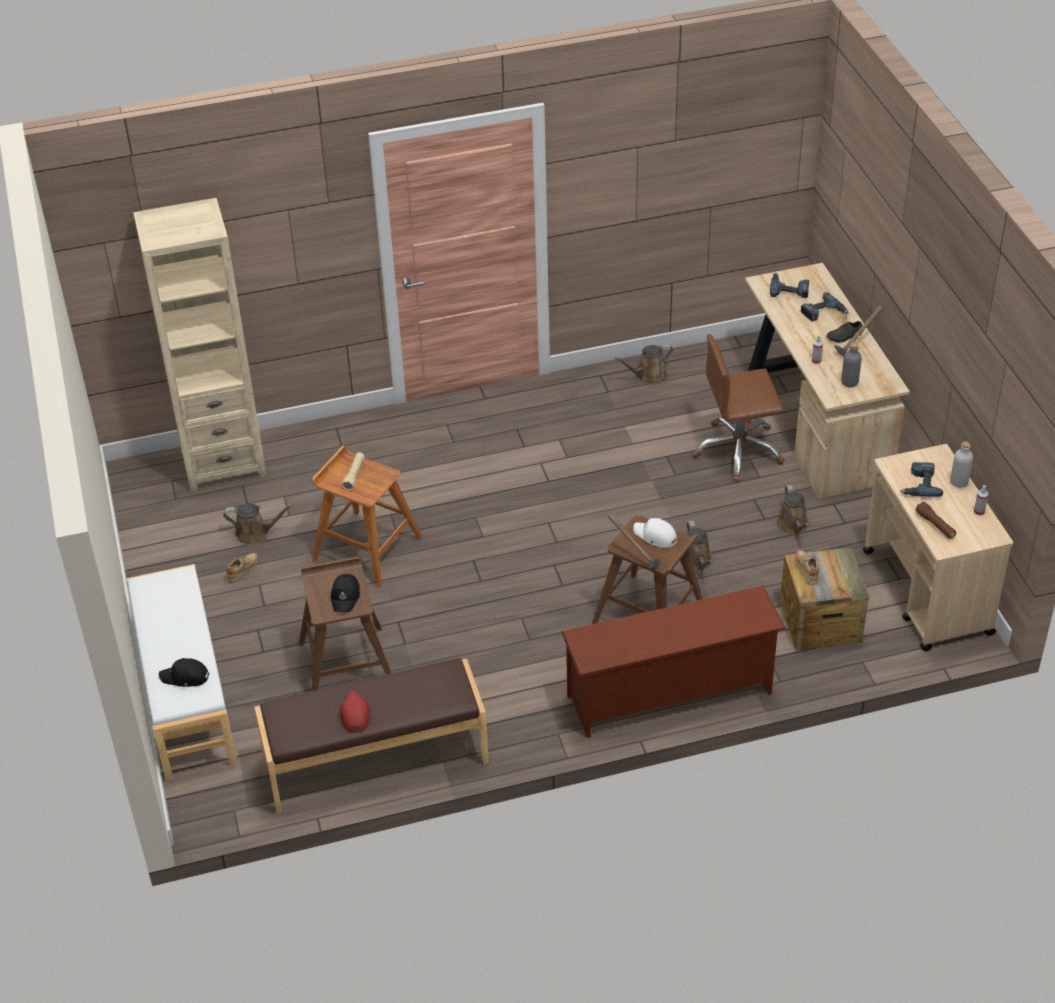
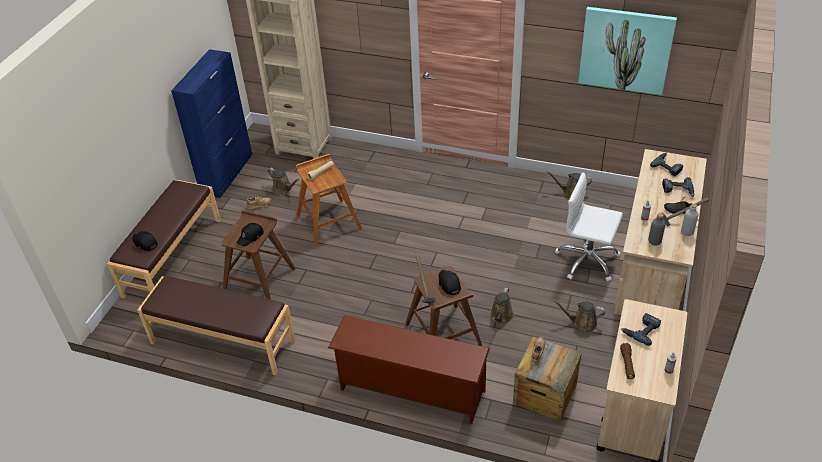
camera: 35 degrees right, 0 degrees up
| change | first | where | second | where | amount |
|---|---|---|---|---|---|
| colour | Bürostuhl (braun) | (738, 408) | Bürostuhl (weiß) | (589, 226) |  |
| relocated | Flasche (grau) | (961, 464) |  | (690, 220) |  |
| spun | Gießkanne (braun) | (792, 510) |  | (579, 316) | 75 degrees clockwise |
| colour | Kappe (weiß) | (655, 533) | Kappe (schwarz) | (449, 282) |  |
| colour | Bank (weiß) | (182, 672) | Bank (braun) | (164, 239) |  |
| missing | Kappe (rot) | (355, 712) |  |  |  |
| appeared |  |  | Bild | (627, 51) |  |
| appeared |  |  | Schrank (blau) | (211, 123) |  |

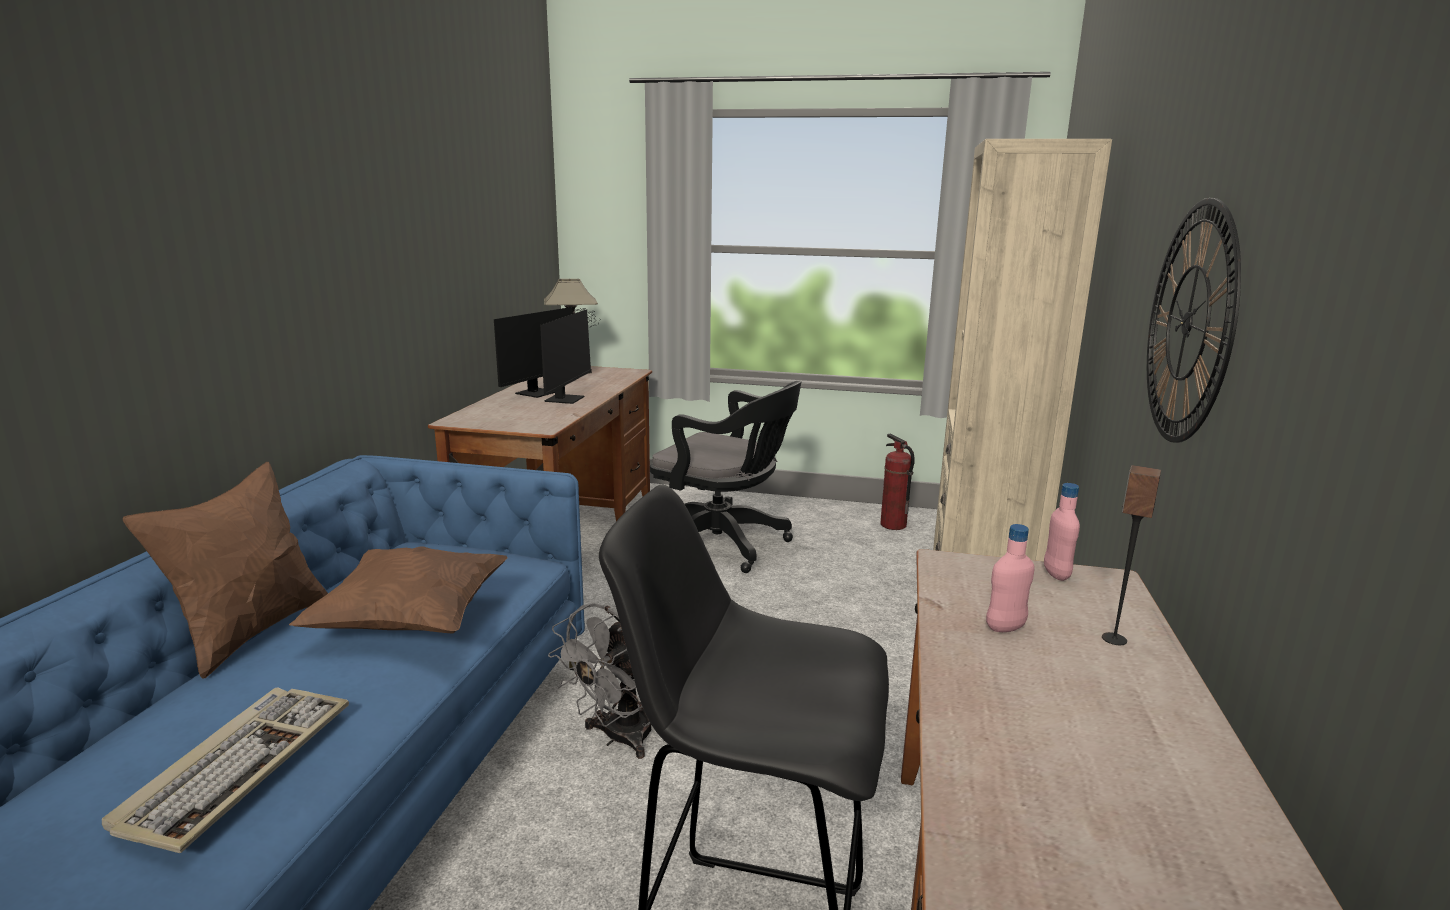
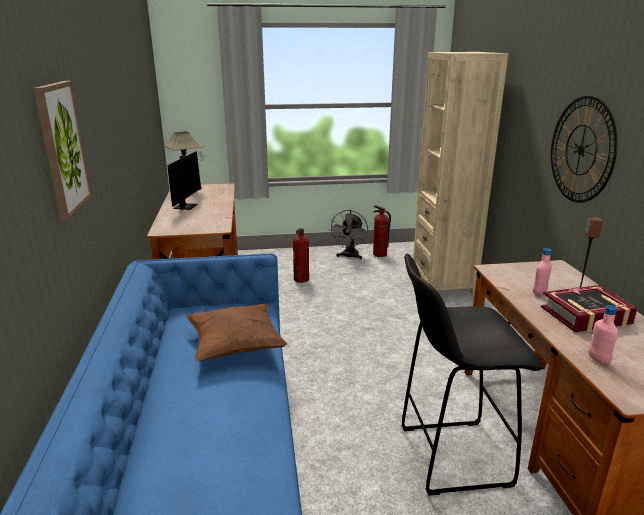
camera: 20 degrees left, 5 degrees up
| change | first | where | second | where | amount |
|---|---|---|---|---|---|
| missing | Monitor | (570, 356) |  |  |  |
| exchanged | Bürostuhl (schwarz) | (726, 477) | Feuerlöscher | (301, 255) |  |
| missing | Kissen (braun) | (225, 570) |  |  |  |
| relocated | Flasche (rosa) | (1062, 532) |  | (603, 335) |  |
| relocated | Ventilator (grau) | (599, 681) |  | (348, 234) |  |
| missing | Tastatur | (225, 770) |  |  |  |
| appeared |  |  | Bild | (62, 150) |  |
| appeared |  |  | Buch | (589, 308) |  |

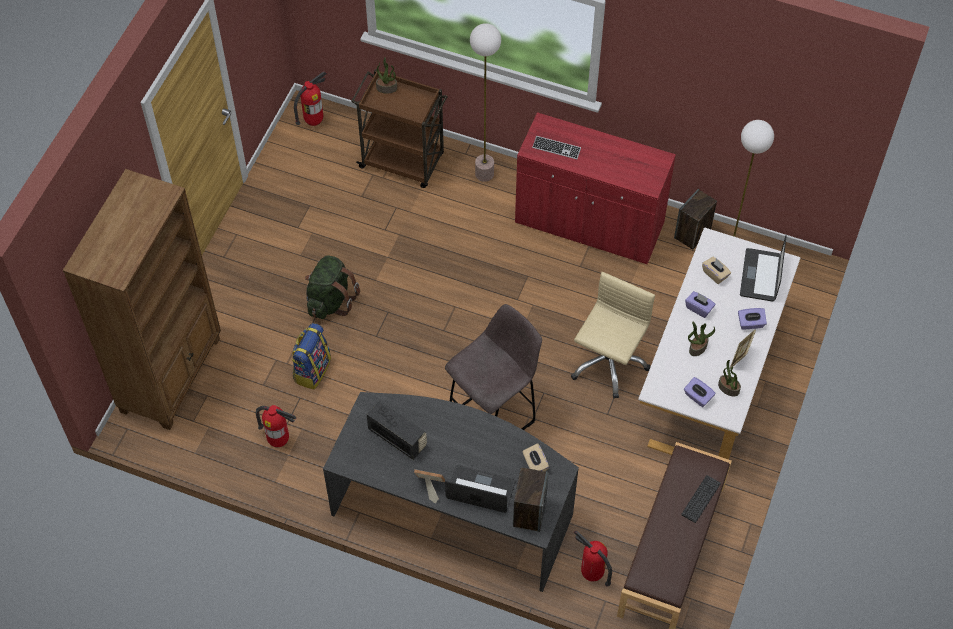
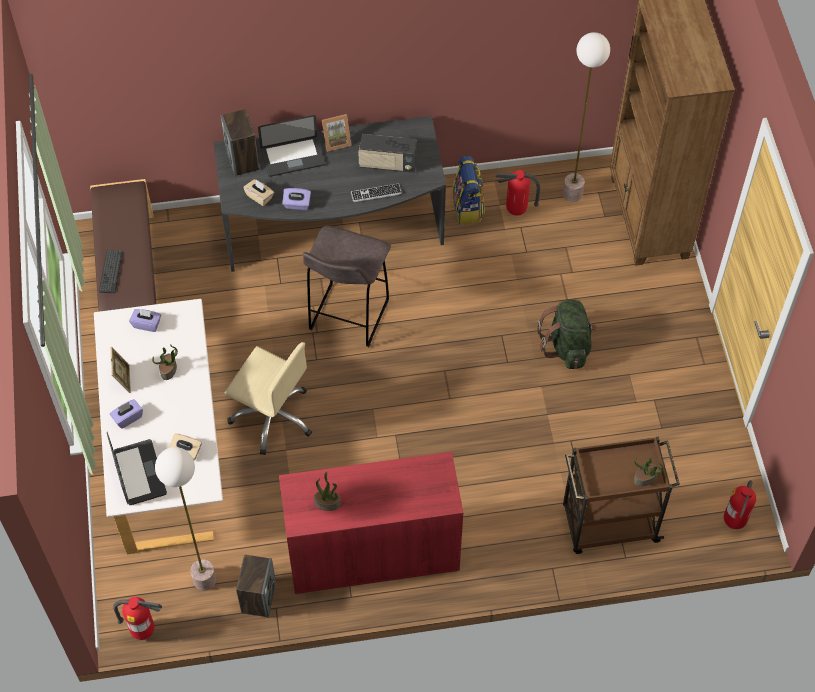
camera: 150 degrees right, 0 degrees up
| change | first | where | second | where | amount |
|---|---|---|---|---|---|
| relocated | Stehlampe | (485, 102) |  | (586, 117) |  |
| relocated | Tastatur | (556, 147) |  | (376, 192) |  |
| spun | Bürostuhl (beige) | (613, 335) |  | (268, 398) | 60 degrees counterclockwise |
| relocated | Taschentuchbox (lila) | (700, 304) |  | (296, 199) |  |
| relocated | Rucksack | (311, 356) |  | (468, 190) |  |
| relocated | Topfpflanze | (729, 378) |  | (327, 491) |  |
| relocated | Feuerlöscher | (593, 558) |  | (137, 618) |  |

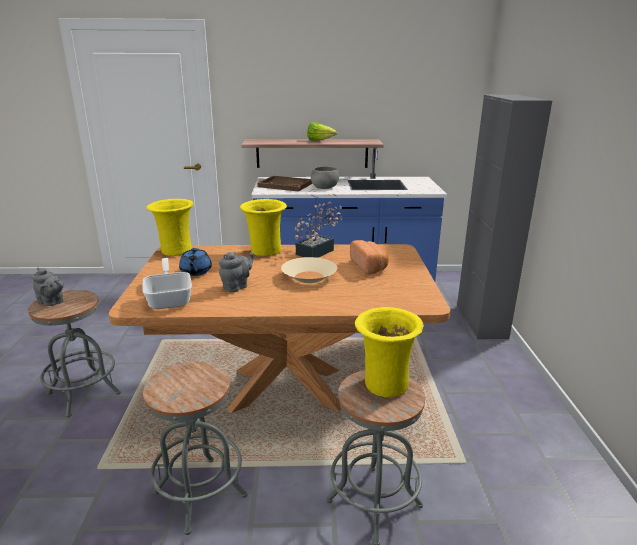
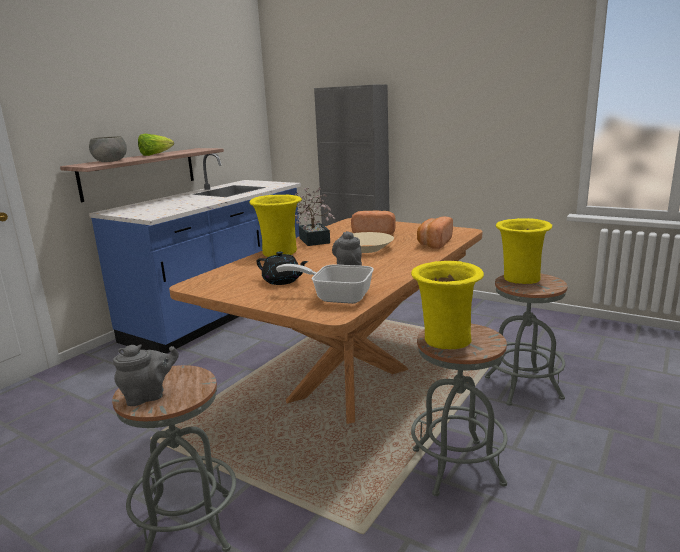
camera: 55 degrees left, 5 degrees down
| change | first | where | second | where | amount |
|---|---|---|---|---|---|
| relocated | Schüssel (grau) | (325, 177) |  | (108, 149) |  |
| missing | Tablett (braun) | (284, 184) |  |  |  |
| relocated | Vase (gelb) | (170, 227) |  | (447, 305) |  |
| colour | Teekanne (blau) | (195, 262) | Teekanne (schwarz) | (282, 268) |  |
| appeared |  |  | Brot | (435, 233) |  |

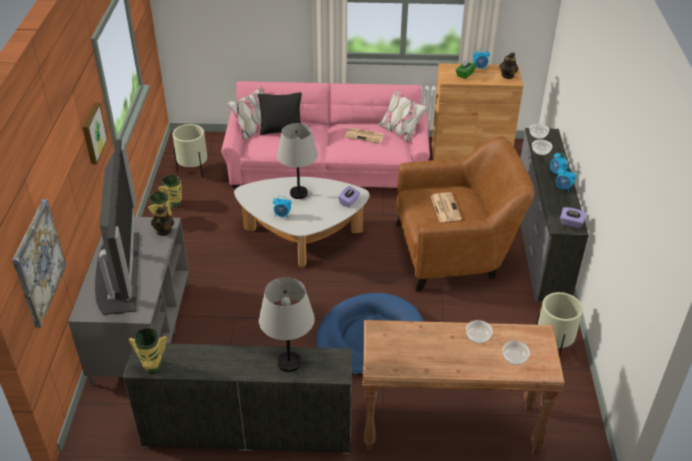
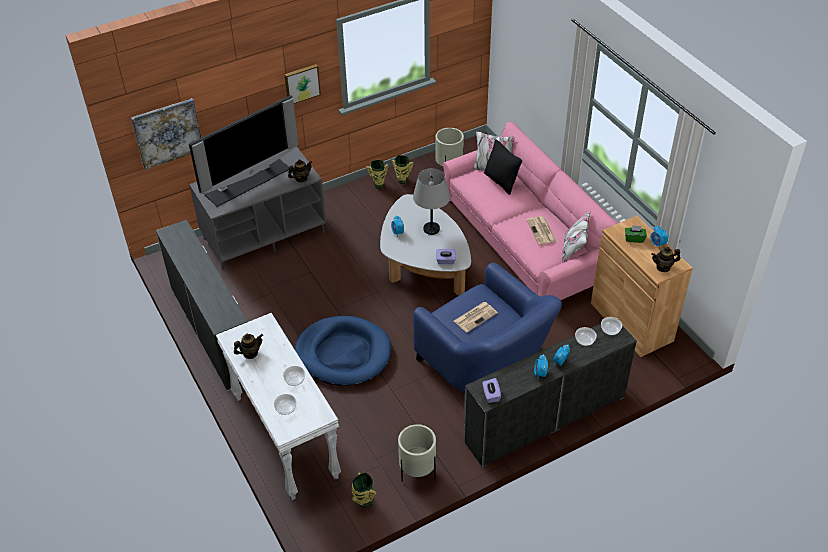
camera: 60 degrees right, 5 degrees up
| change | first | where | second | where | amount |
|---|---|---|---|---|---|
| colour | Sessel (braun) | (465, 213) | Sessel (blau) | (487, 327) |  |
| missing | Tischlampe (grau) | (287, 324) |  |  |  |
| colour | Konsolentisch (braun) | (464, 387) | Konsolentisch (weiß) | (278, 406) |  |
| relocated | Vase | (148, 351) |  | (364, 490) |  |
| appeared |  |  | Teekanne | (248, 346) |  |

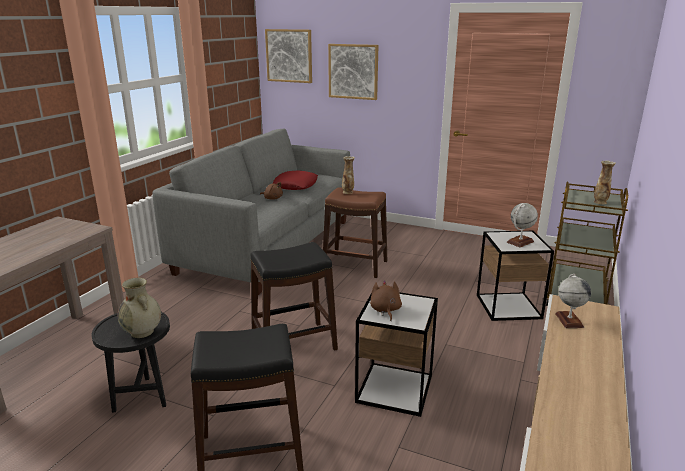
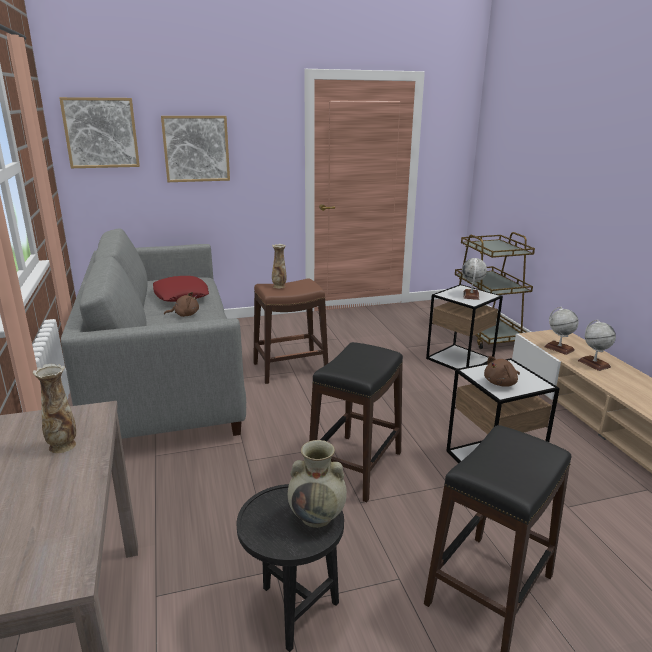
camera: 40 degrees left, 0 degrees up
| change | first | where | second | where | amount |
|---|---|---|---|---|---|
| relocated | Vase | (605, 182) |  | (54, 408) |  |
| spun | Plüschtier (braun) | (386, 300) |  | (502, 371) | 75 degrees counterclockwise |
| appeared |  |  | Globus | (597, 345) |  |

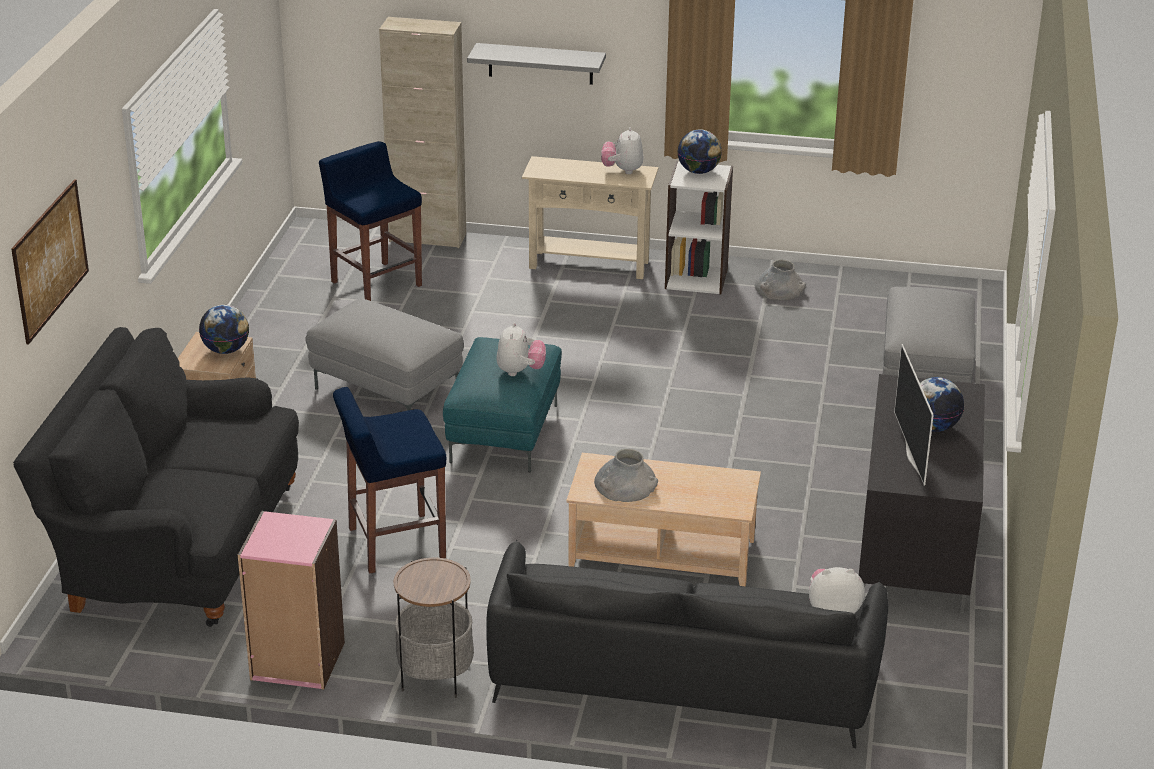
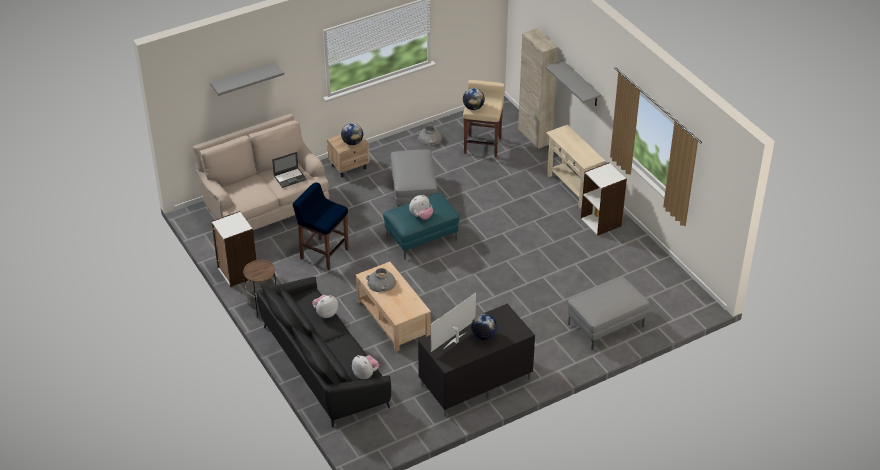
camera: 50 degrees right, 10 degrees up
| change | first | where | second | where | amount |
|---|---|---|---|---|---|
| relocated | Plüschtier | (622, 150) |  | (325, 306) |  |
| relocated | Globus | (700, 151) |  | (474, 99) |  |
| colour | Hocker (blau) | (370, 221) | Hocker (beige) | (484, 118) |  |
| exchanged | Bild | (50, 262) | Wandregal (grau) | (247, 79) |  |
| relocated | Vase (grau) | (780, 280) |  | (429, 135) |  |
| colour | Sofa (schwarz) | (156, 477) | Sofa (beige) | (261, 172) |  |
| colour | Bücherregal (rosa) | (291, 600) | Bücherregal (weiß) | (233, 249) |  |
| appeared |  |  | Laptop | (289, 170) |  |

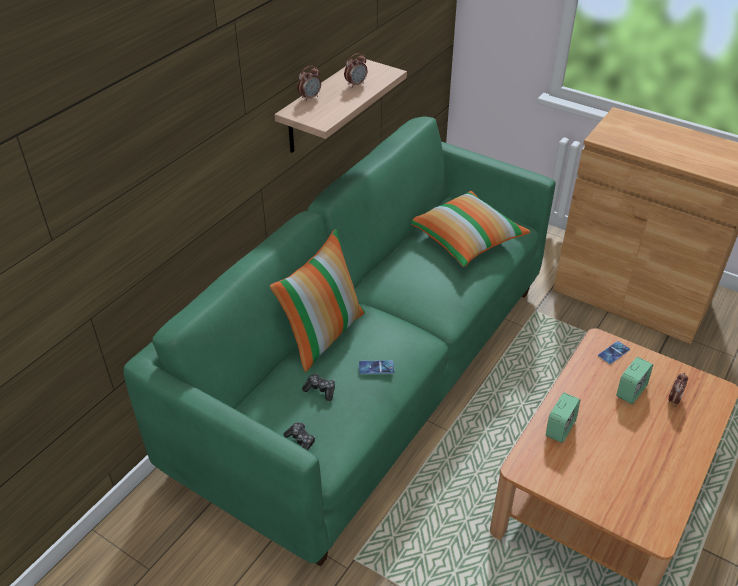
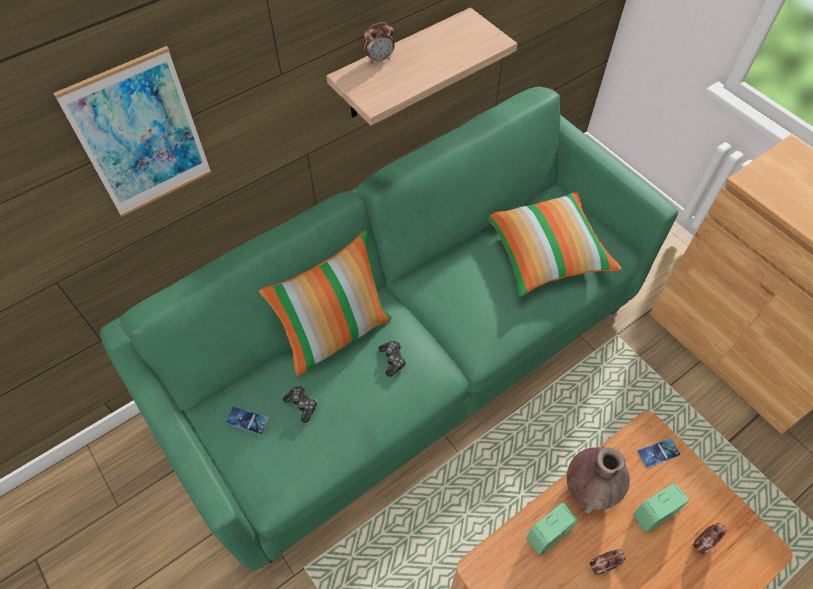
camera: 20 degrees right, 15 degrees up
| change | first | where | second | where | amount |
|---|---|---|---|---|---|
| relocated | Wecker | (355, 70) |  | (607, 562) |  |
| relocated | Handy | (376, 367) |  | (247, 420) |  |
| relocated | Gamepad | (299, 436) |  | (392, 359) |  |
| appeared |  |  | Bild | (132, 131) |  |
| appeared |  |  | Vase (braun) | (598, 480) |  |

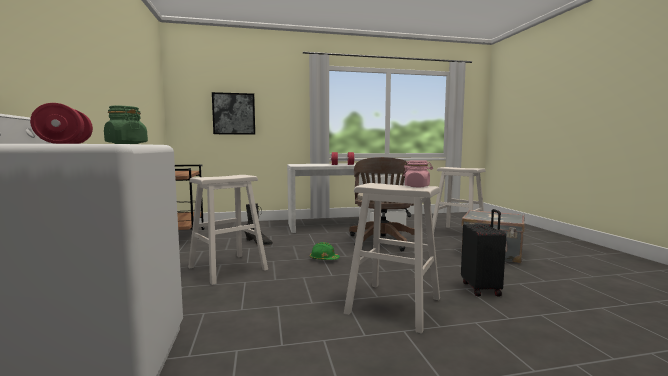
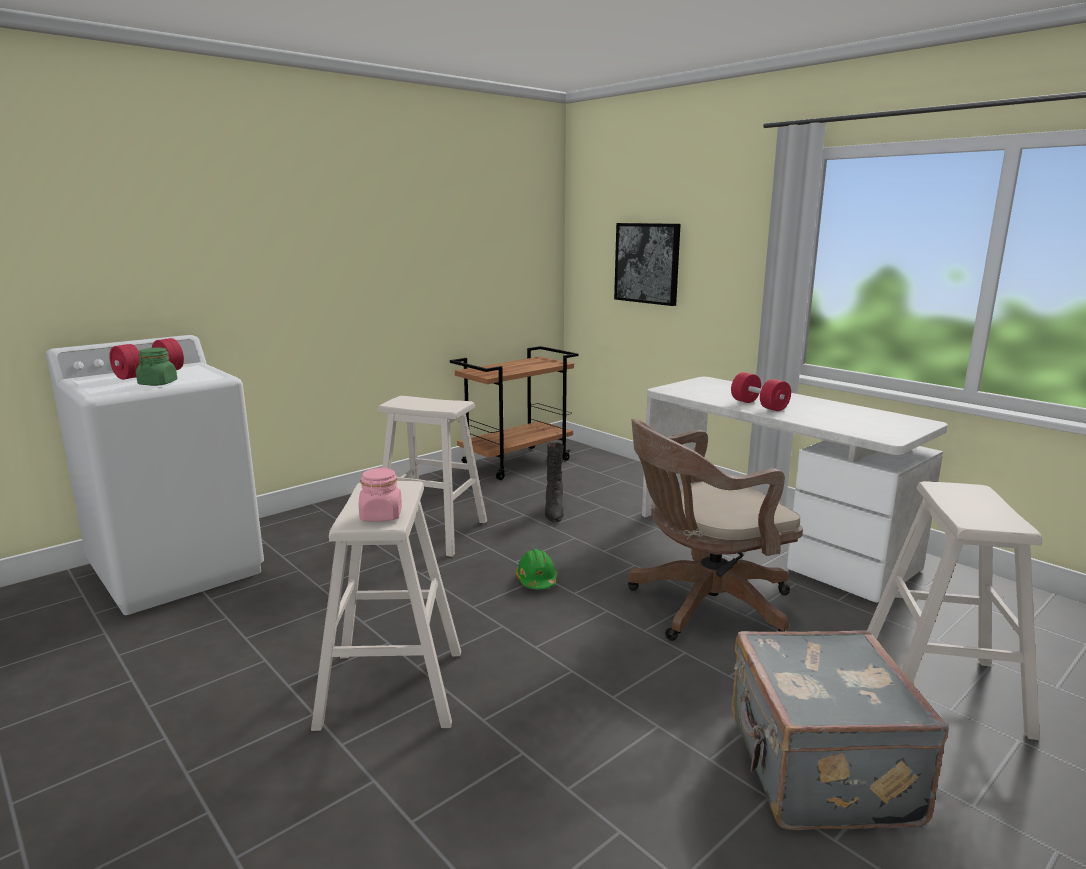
camera: 60 degrees right, 10 degrees up
| change | first | where | second | where | amount |
|---|---|---|---|---|---|
| missing | Koffer (schwarz) | (483, 252) |  |  |  |

